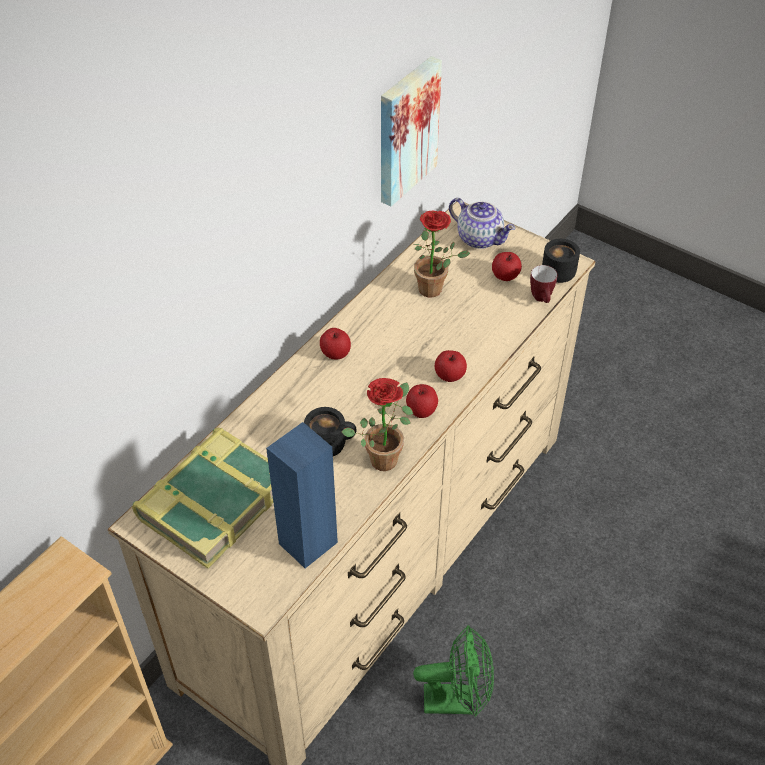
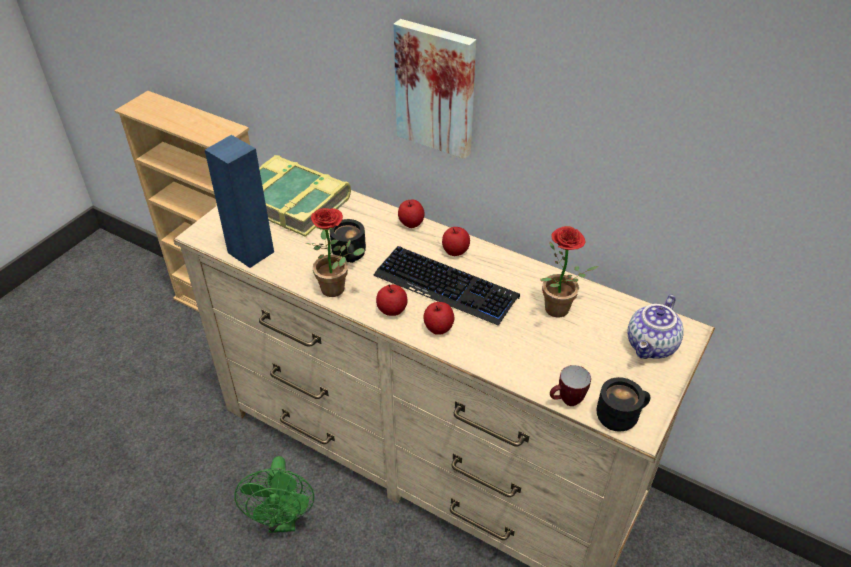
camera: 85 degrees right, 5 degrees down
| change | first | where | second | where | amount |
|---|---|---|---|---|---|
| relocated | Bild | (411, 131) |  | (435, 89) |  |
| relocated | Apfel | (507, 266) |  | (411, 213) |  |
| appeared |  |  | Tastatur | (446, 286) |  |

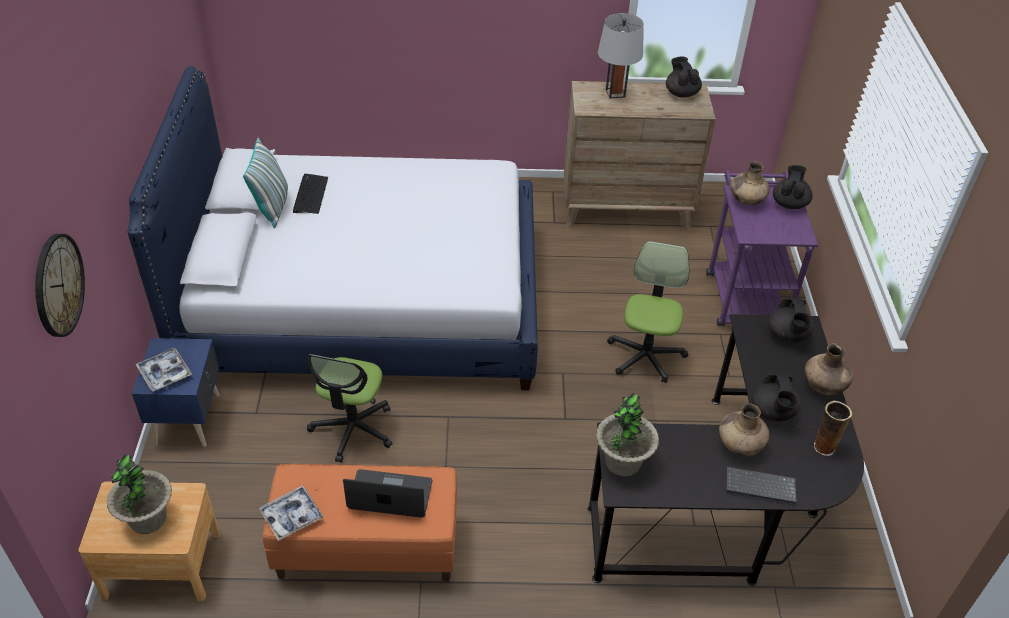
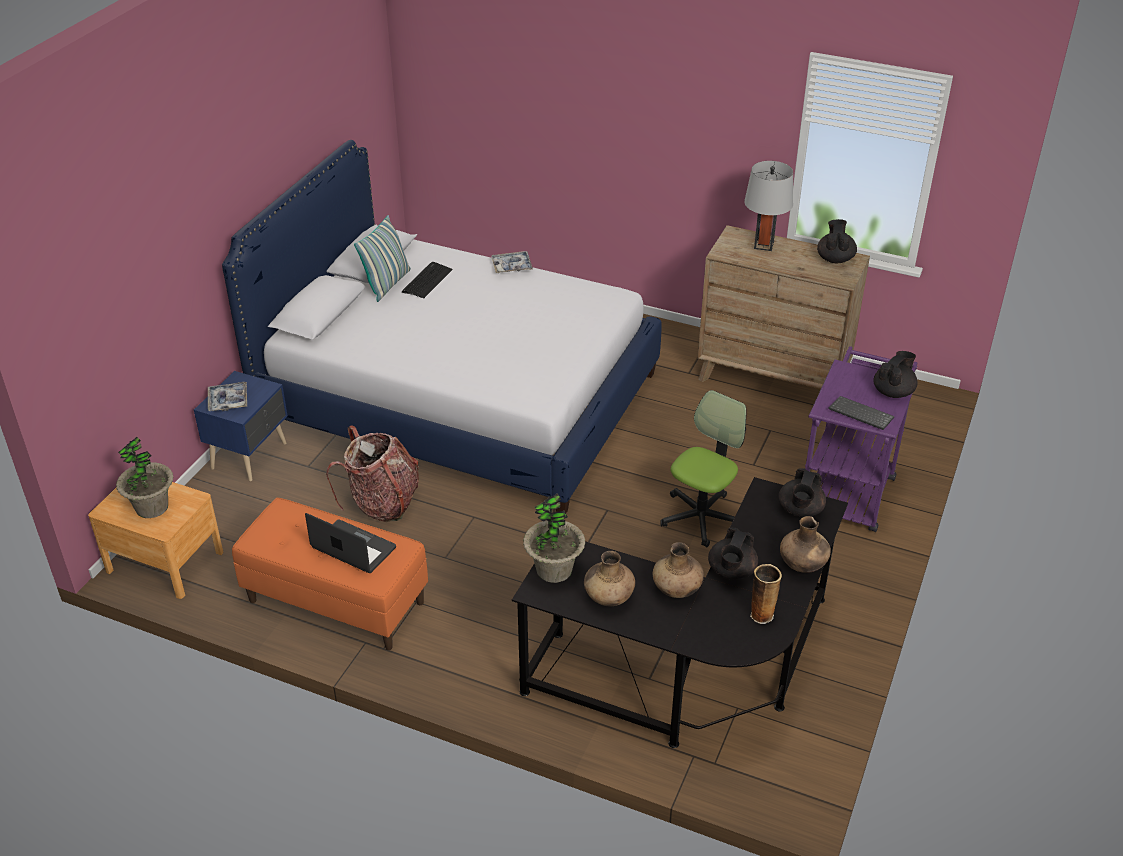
camera: 25 degrees right, 5 degrees down
| change | first | where | second | where | amount |
|---|---|---|---|---|---|
| relocated | Vase (braun) | (750, 183) |  | (609, 578) |  |
| missing | Wanduhr | (60, 285) |  |  |  |
| exchanged | Bürostuhl | (350, 408) | Rucksack | (372, 473) |  |
| relocated | Tastatur | (761, 485) |  | (861, 413) |  |
| relocated | Tablett | (291, 513) |  | (512, 262) |  |

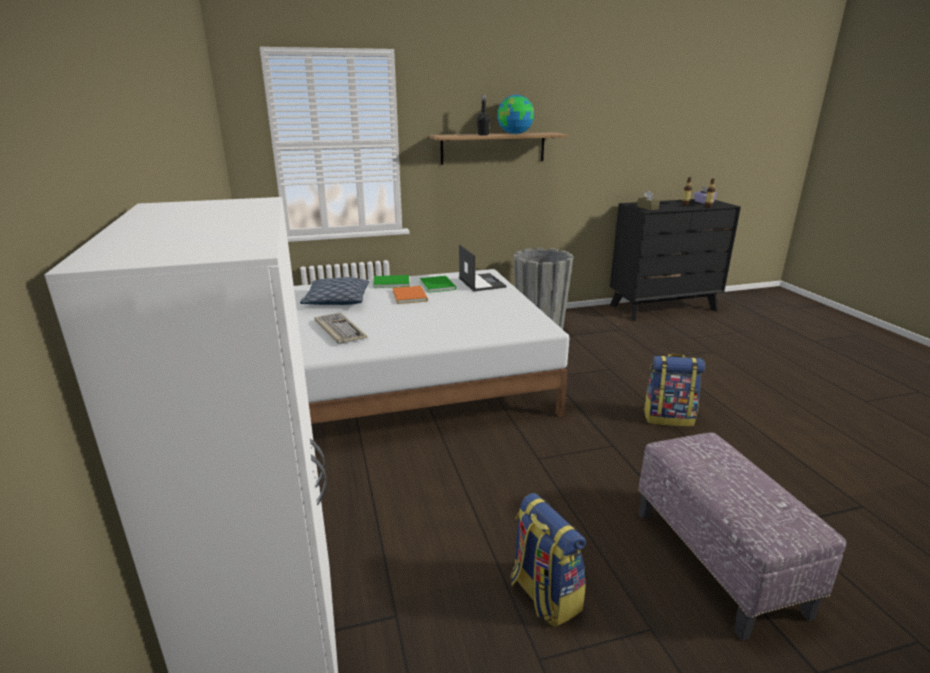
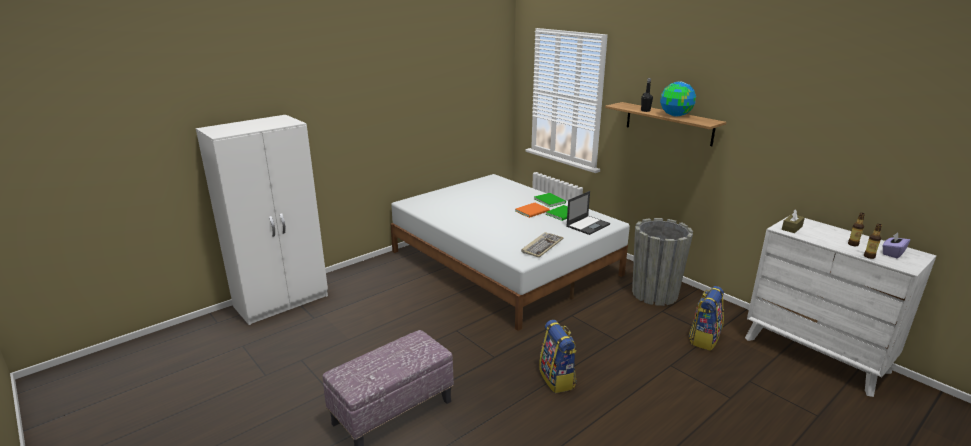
camera: 65 degrees right, 0 degrees up
| change | first | where | second | where | amount |
|---|---|---|---|---|---|
| colour | Kommode (schwarz) | (675, 260) | Kommode (weiß) | (840, 306) |  |
| missing | Kissen | (334, 291) |  |  |  |
| relocated | Tastatur | (341, 328) |  | (542, 245) |  |
| relocated | Rucksack | (548, 560) |  | (706, 318) |  |

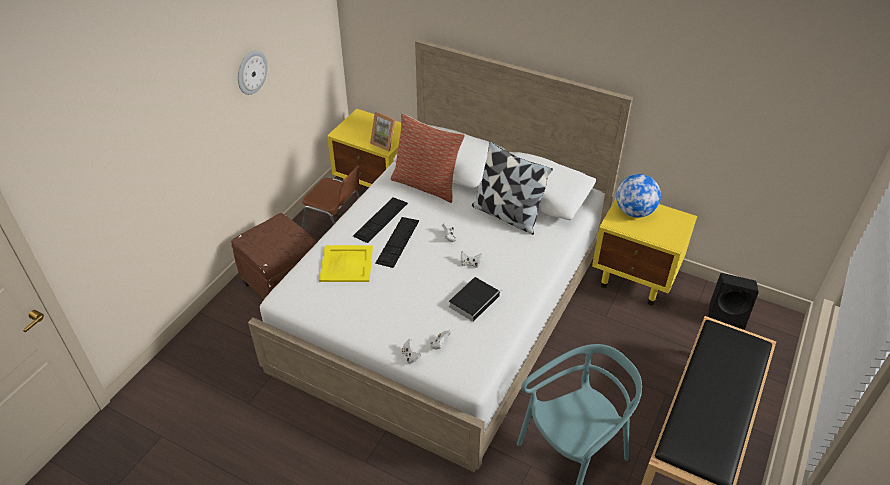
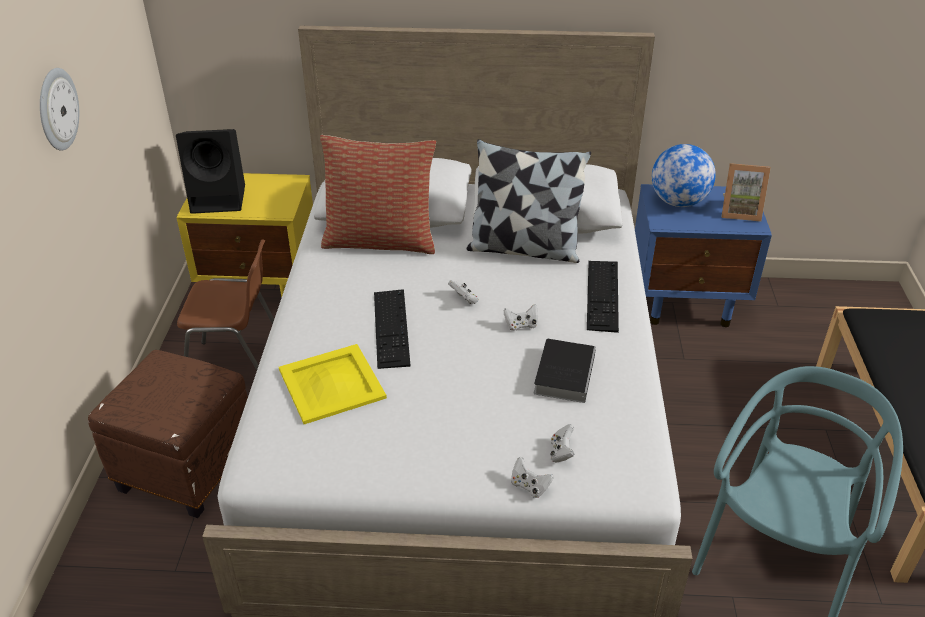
camera: 25 degrees left, 5 degrees down
| change | first | where | second | where | amount |
|---|---|---|---|---|---|
| relocated | Bilderrahmen | (382, 131) |  | (746, 192) |  |
| relocated | Tastatur | (380, 220) |  | (603, 297) |  |
| colour | Nachttisch (gelb) | (644, 252) | Nachttisch (blau) | (703, 255) |  |
| relocated | Lautsprecher (schwarz) | (733, 301) |  | (210, 171) |  |

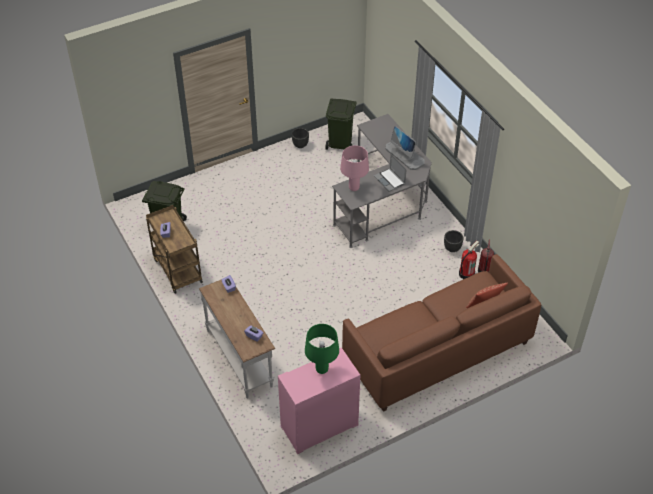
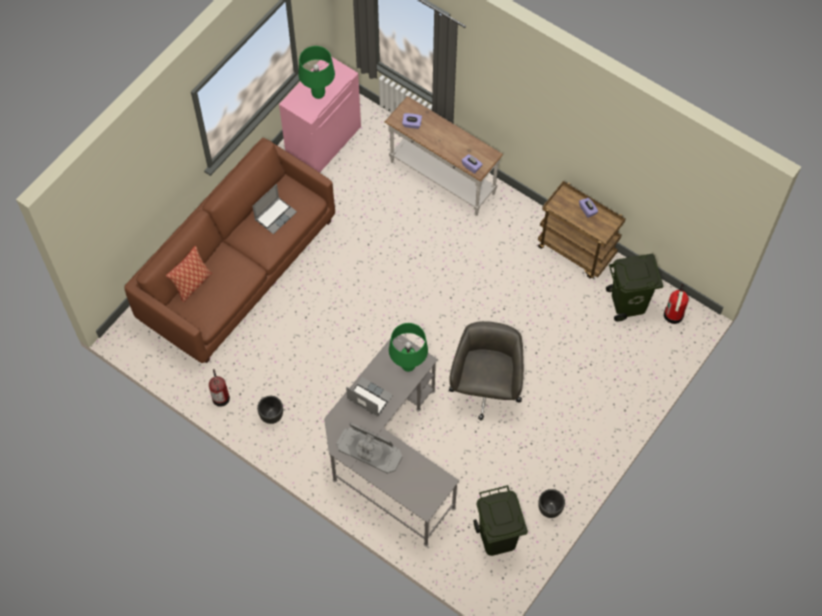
camera: 155 degrees right, 15 degrees up
| change | first | where | second | where | amount |
|---|---|---|---|---|---|
| colour | Tischlampe (rosa) | (354, 168) | Tischlampe (grün) | (408, 347) |  |
| relocated | Feuerlöscher | (469, 260) |  | (676, 304) |  |
| appeared |  |  | Laptop | (274, 209) |  |
| appeared |  |  | Bürostuhl (grau) | (486, 370) |  |

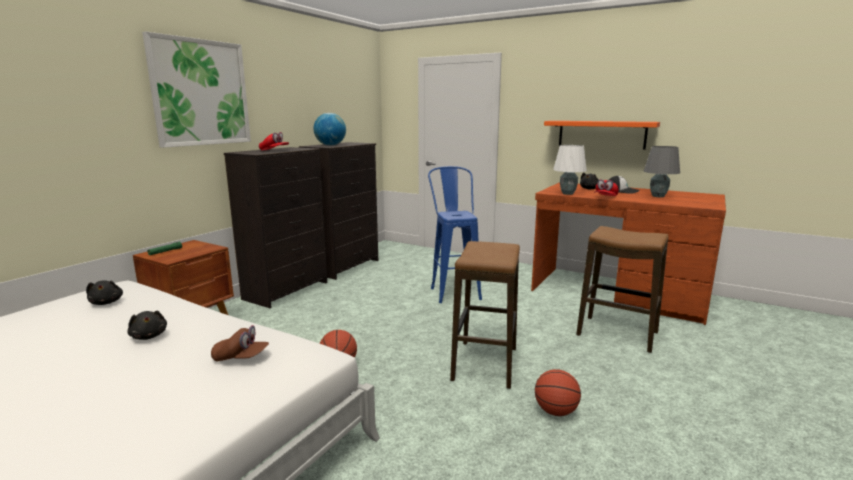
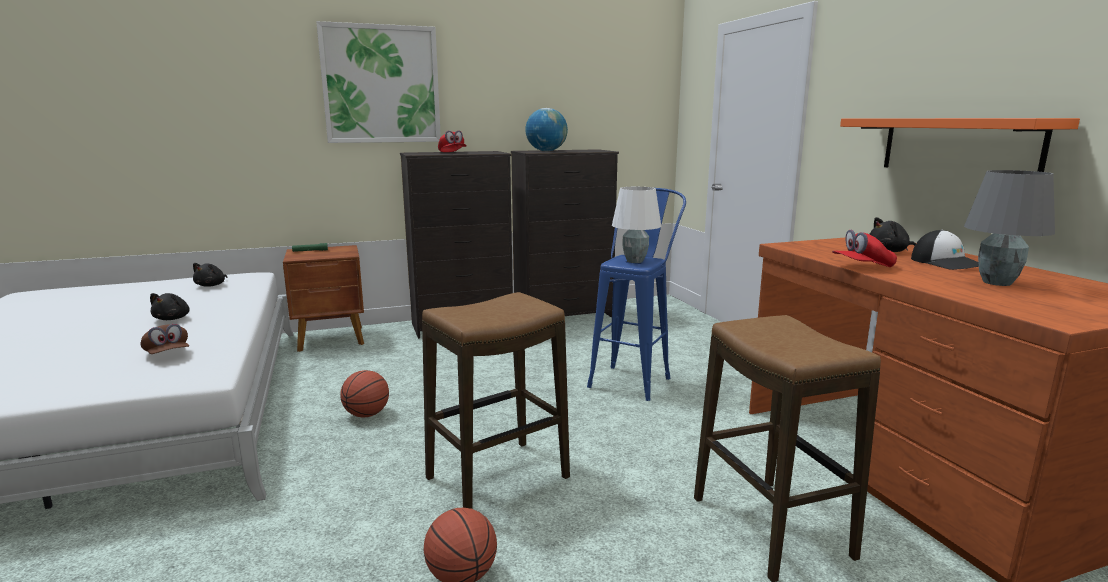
camera: 40 degrees right, 0 degrees up
| change | first | where | second | where | amount |
|---|---|---|---|---|---|
| relocated | Tischlampe (weiß) | (570, 170) |  | (636, 225) |  |

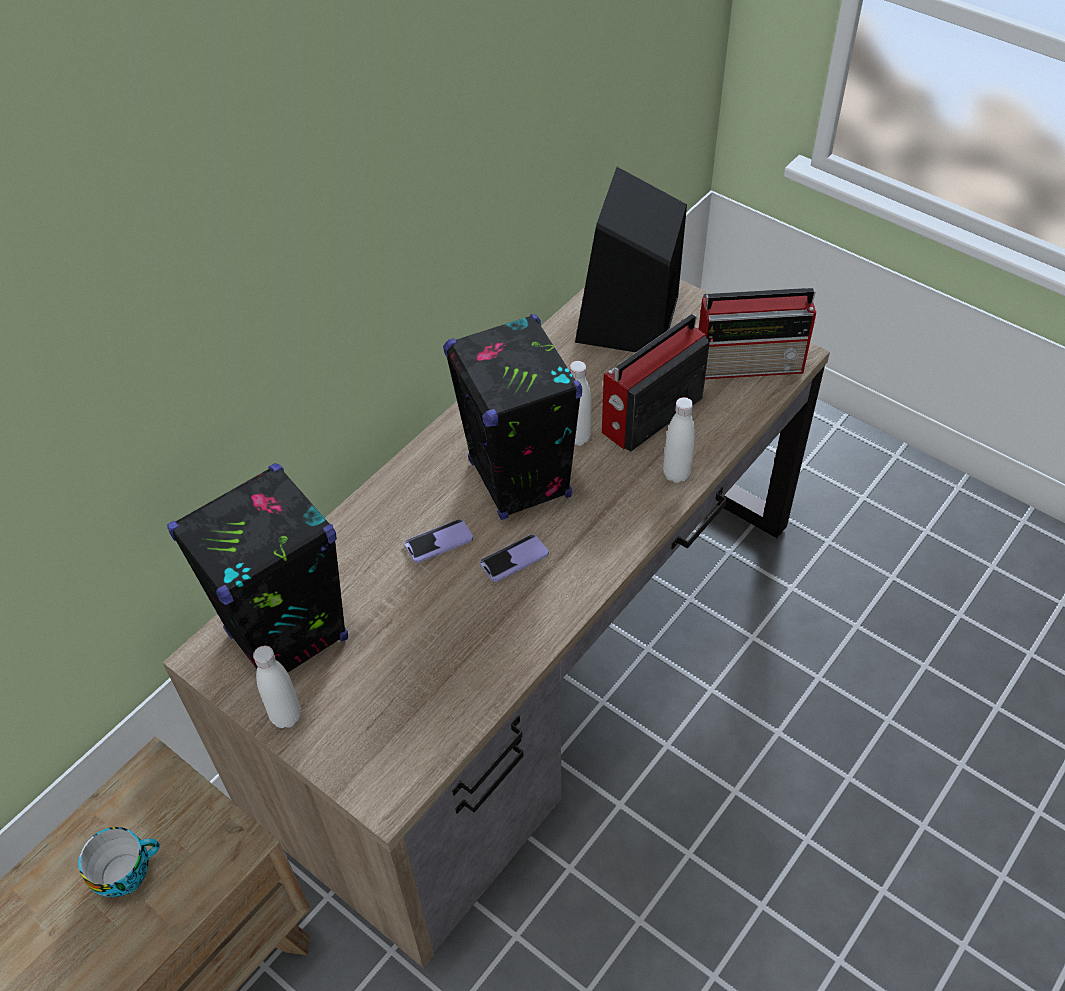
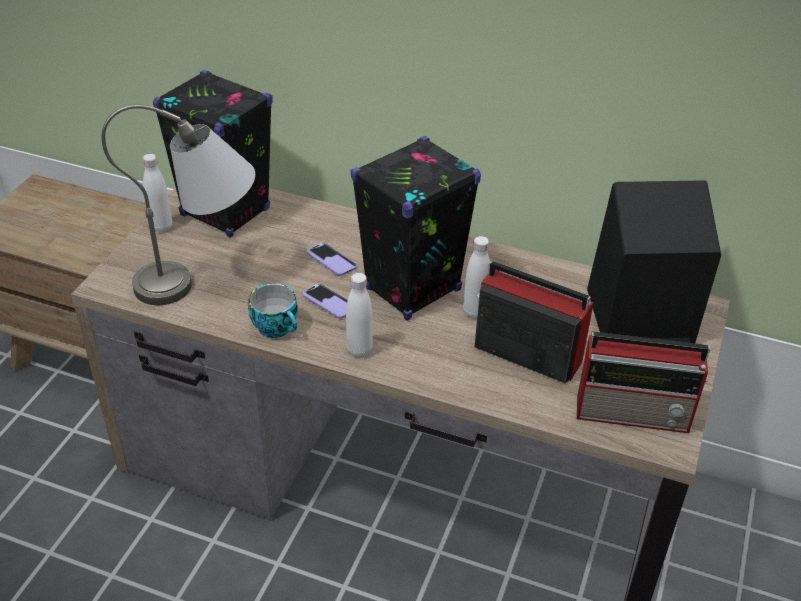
camera: 70 degrees right, 10 degrees down
| change | first | where | second | where | amount |
|---|---|---|---|---|---|
| spun | Radio | (757, 333) |  | (643, 382) | 60 degrees counterclockwise |
| relocated | Flasche (weiß) | (679, 440) |  | (359, 315) |  |
| relocated | Tasse | (119, 862) |  | (273, 311) |  |
| appeared |  |  | Tischlampe (grau) | (178, 204) |  |

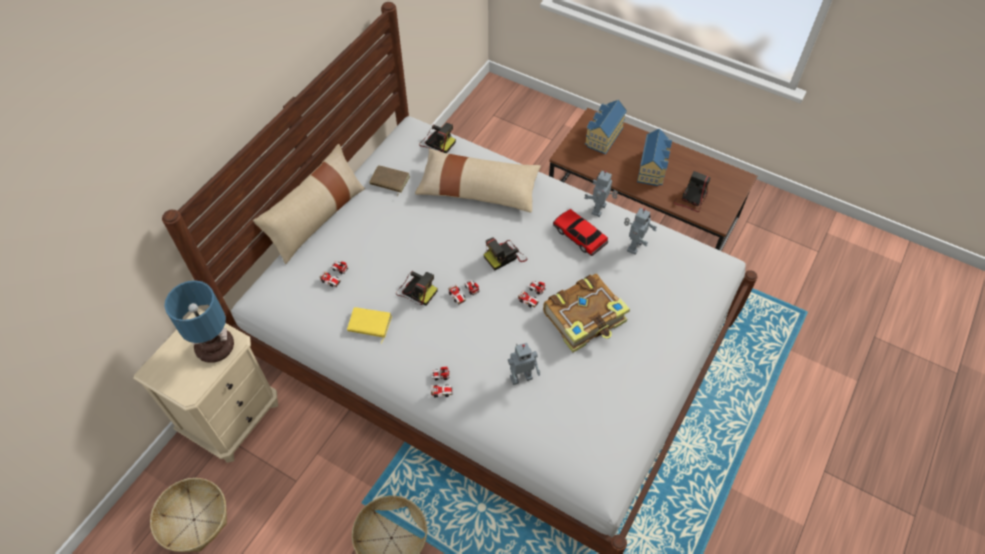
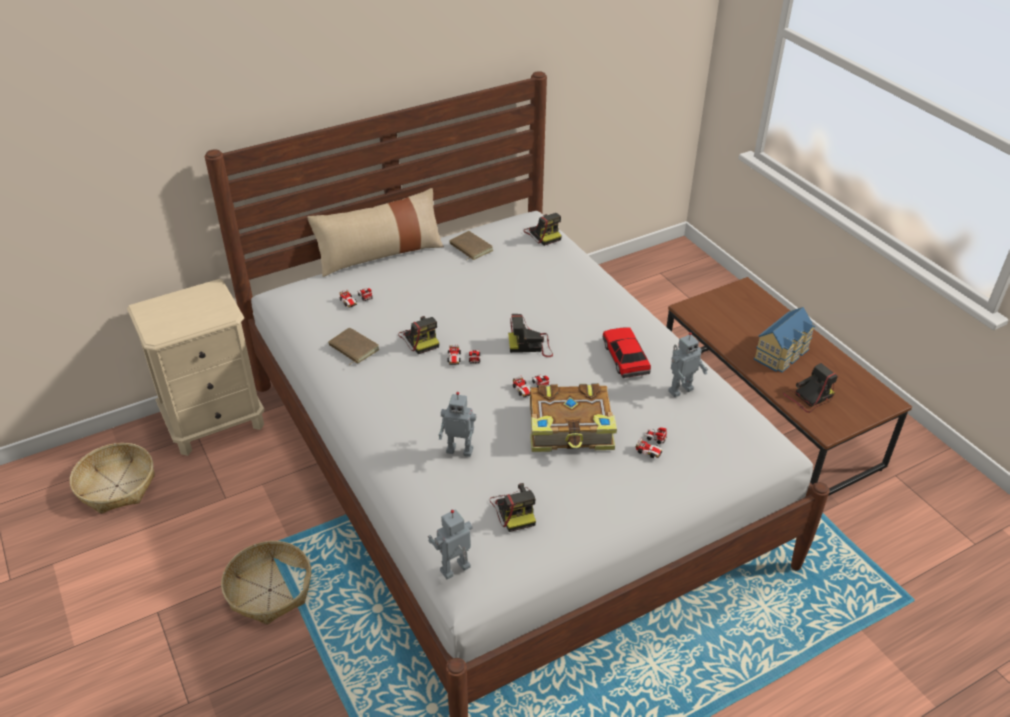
camera: 30 degrees right, 15 degrees down
| change | first | where | second | where | amount |
|---|---|---|---|---|---|
| missing | Spielzeughaus | (606, 127) |  |  |  |
| missing | Kissen (beige) | (478, 181) |  |  |  |
| relocated | Spielzeugroboter | (601, 193) |  | (450, 544) |  |
| missing | Tischlampe | (199, 321) |  |  |  |
| colour | Buch (gelb) | (369, 325) | Buch (braun) | (354, 347) |  |
| relocated | Spielzeugauto | (441, 381) |  | (651, 442) |  |
| appeared |  |  | Kamera | (513, 507) |  |

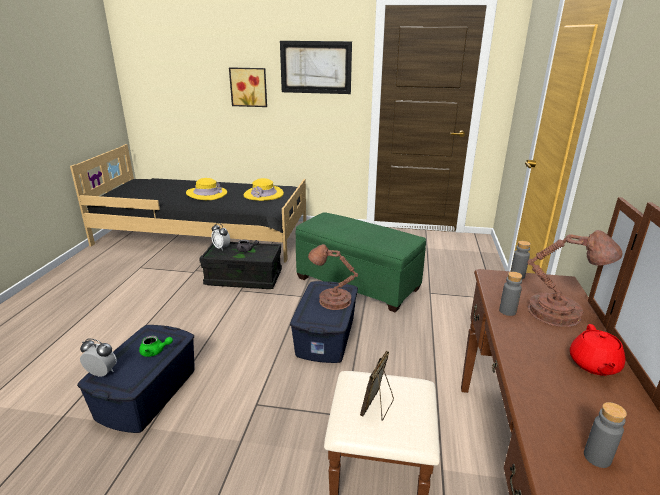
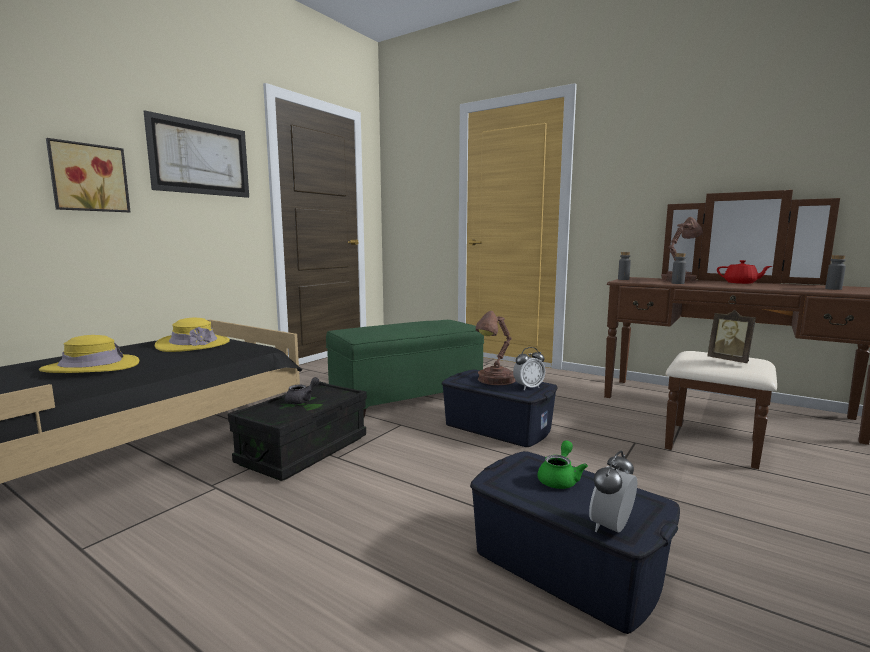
camera: 65 degrees left, 15 degrees down
| change | first | where | second | where | amount |
|---|---|---|---|---|---|
| relocated | Wecker | (220, 237) |  | (529, 368) |  |

